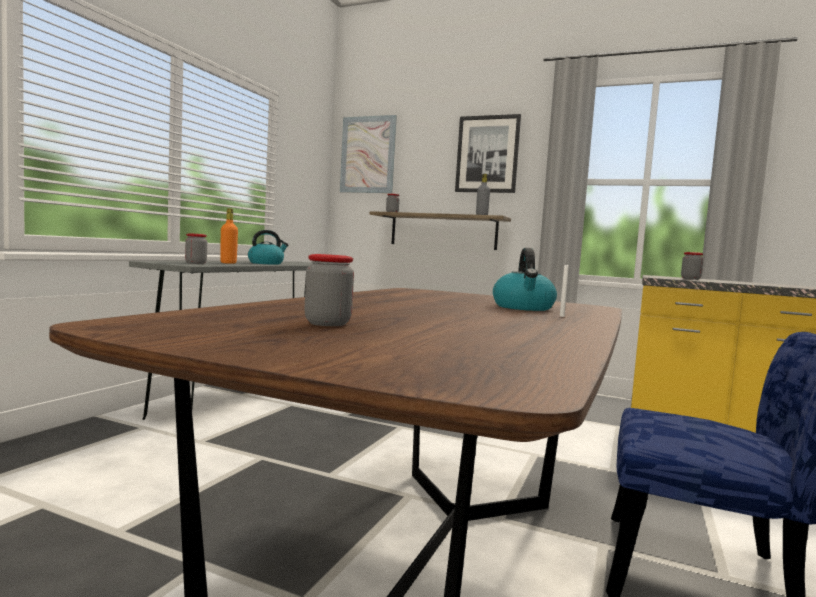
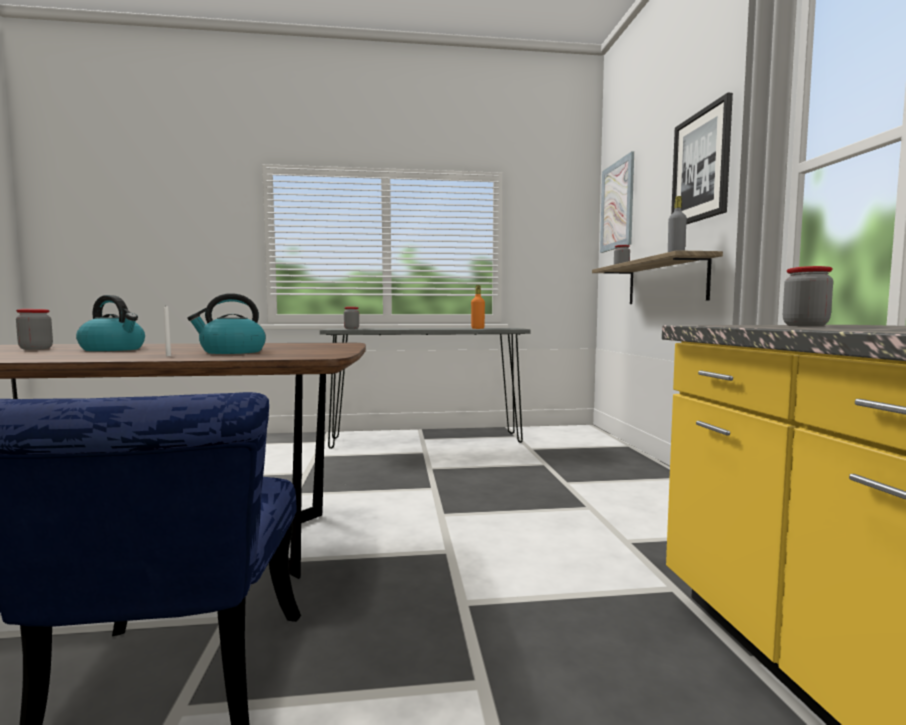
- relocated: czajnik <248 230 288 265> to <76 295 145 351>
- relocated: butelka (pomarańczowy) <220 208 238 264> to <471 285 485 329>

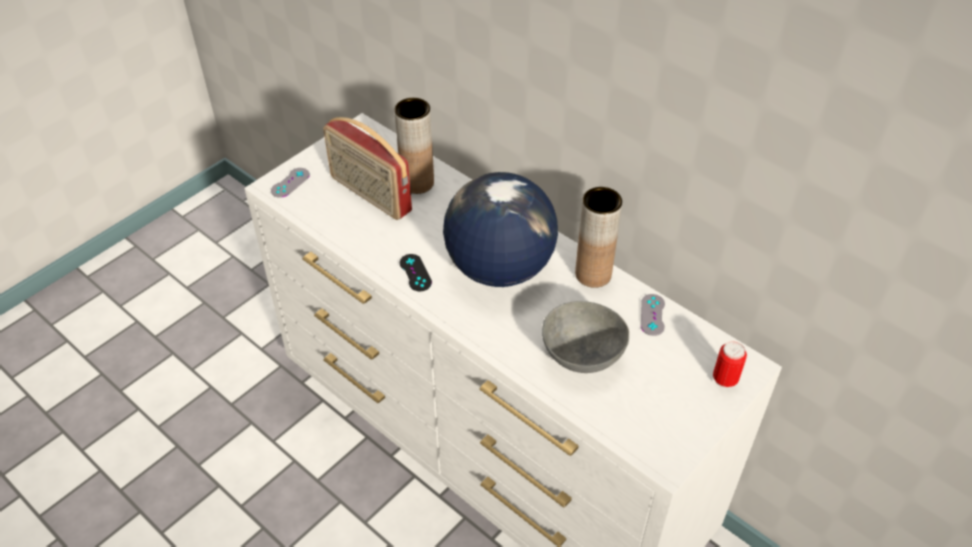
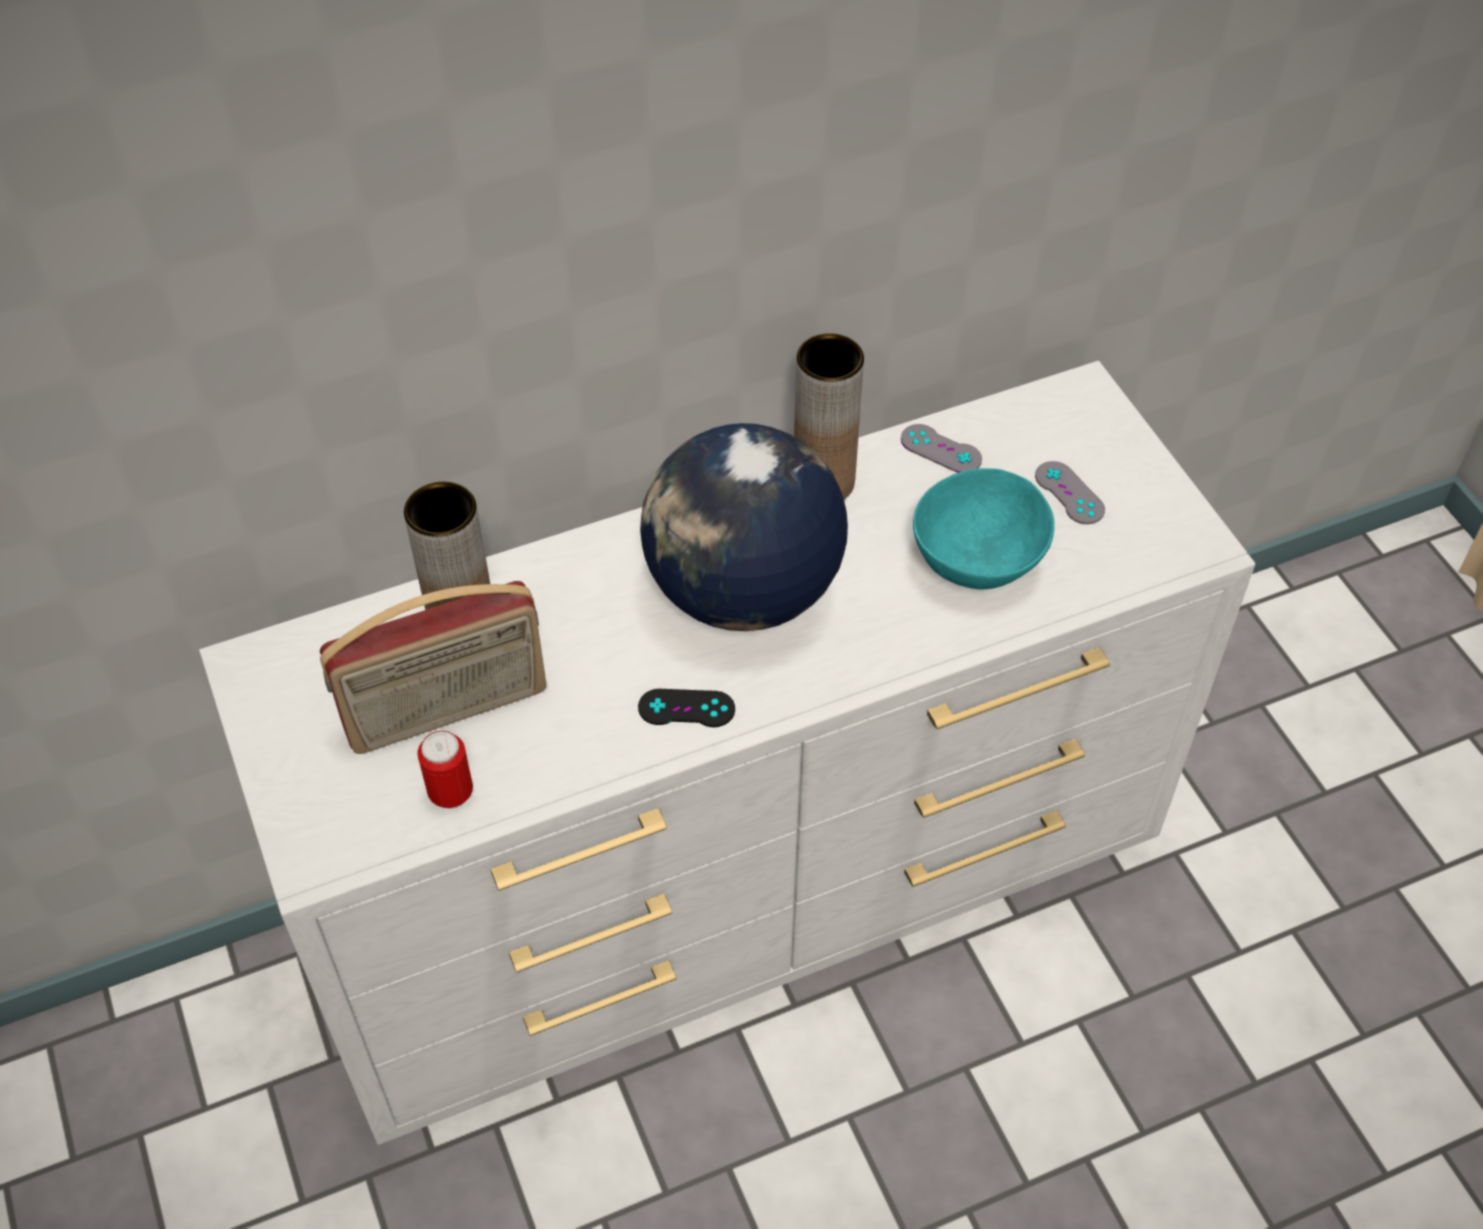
- relocated: puszka <713 341 747 388> to <417 731 473 809>
- colour: miska (szary) <542 301 629 373> to miska (turkusowy) <913 468 1055 589>
- relocated: pad do gier (szary) <271 168 310 198> to <1035 461 1105 524>

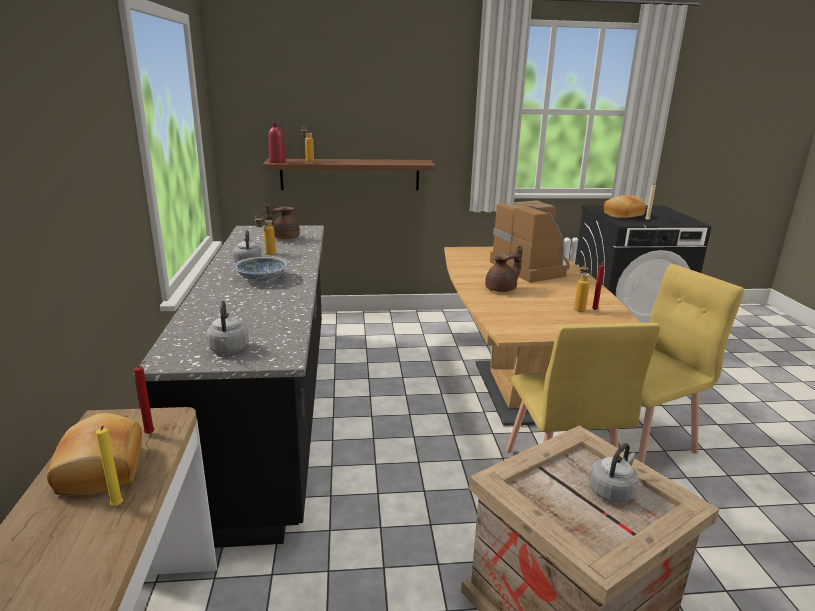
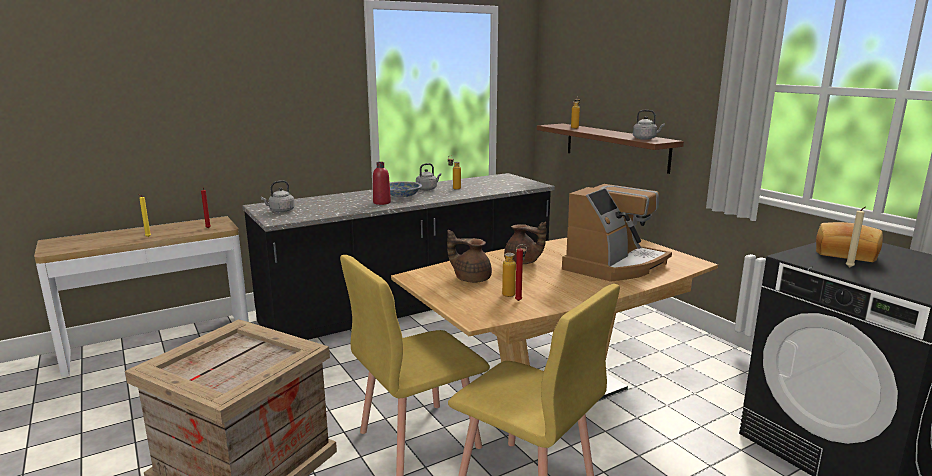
- relocated: butelka (czerwony) <268 122 286 163> to <373 162 391 205>
- relocated: imbryk (brązowy) <265 204 300 240> to <447 230 492 283>
- relocated: czajnik (szary) <589 443 639 503> to <633 110 665 140>
- missing: chleb <47 413 142 497>

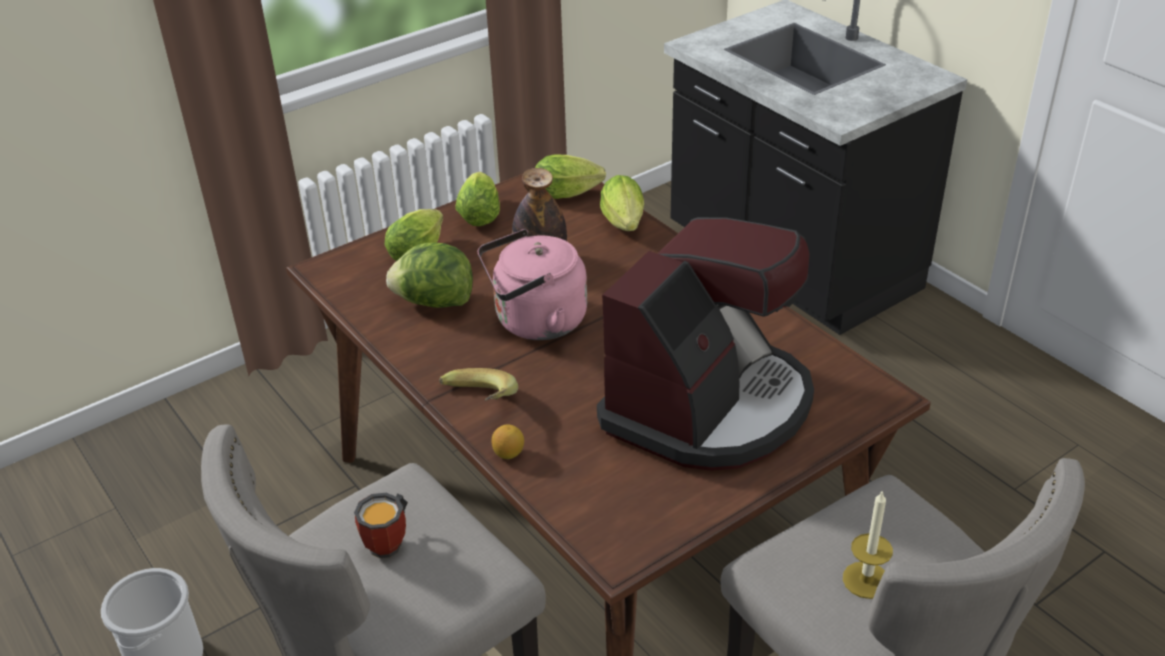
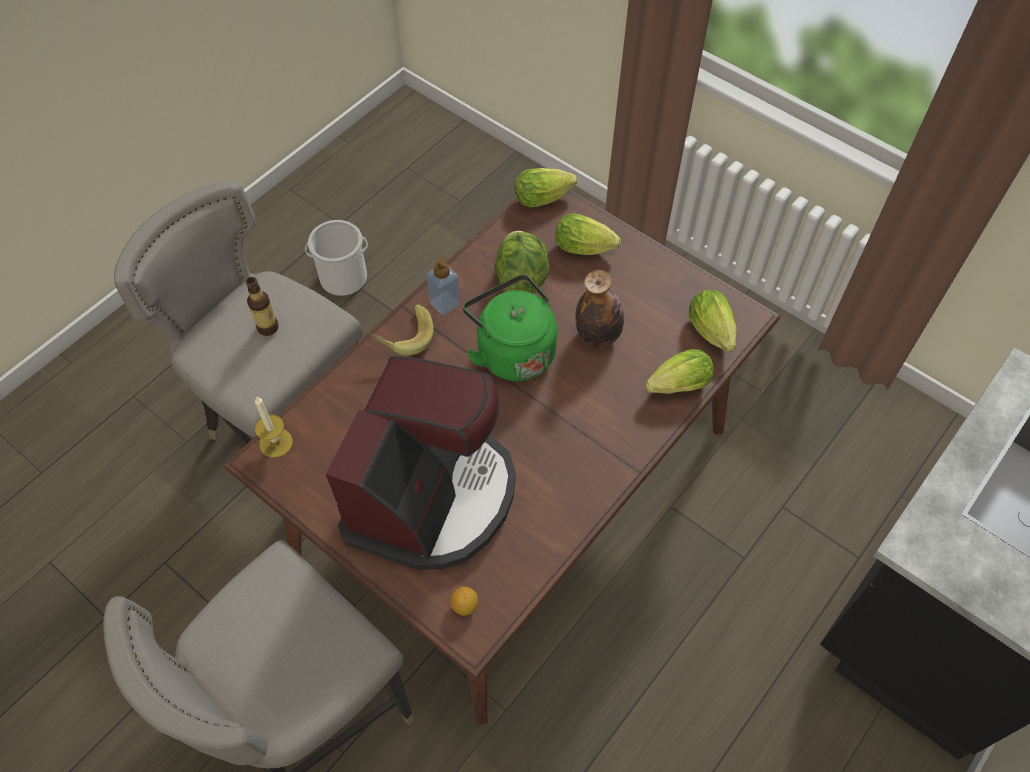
- exchanged: kubek <354 493 408 558> to butelka <246 277 279 336>
- relocated: świeca <843 490 893 599> to <255 396 293 458>
- spun: ekspres do kawy <597 217 814 471> = <326 356 516 570> 90 degrees counterclockwise
- appeared: dozownik mydła <426 258 460 315>
- relocated: cytryna <491 424 524 459> to <450 587 478 616>
- colour: czajnik (różowy) <478 229 587 340> to czajnik (zielony) <463 275 557 381>
- relocated: sałata <455 172 500 226> to <515 168 577 208>

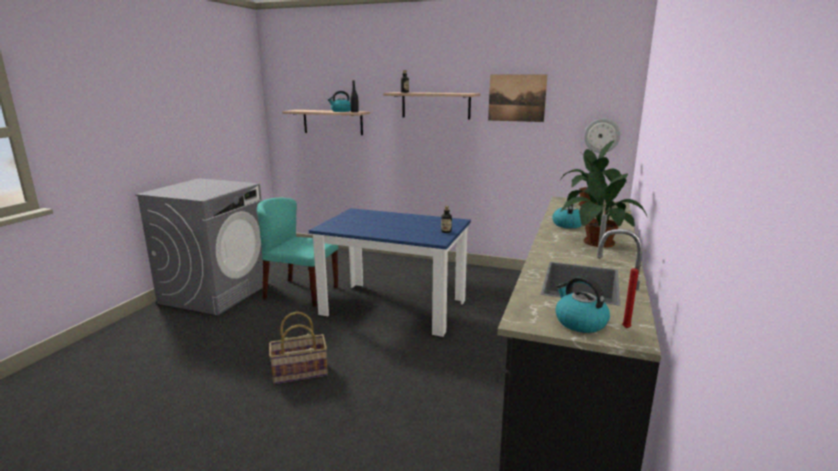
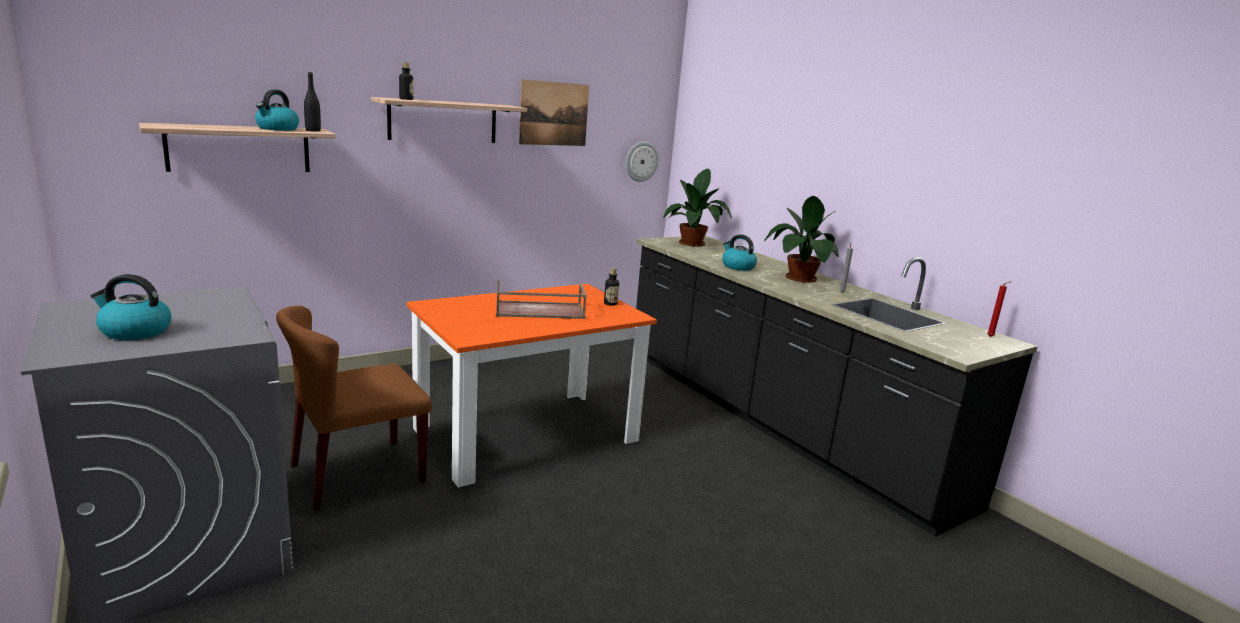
- relocated: czajnik <555 276 610 333> to <91 274 171 340>
- colour: krzesło (turkusowy) <257 197 338 307> to krzesło (brązowy) <276 306 432 512>
- colour: stół jadalny (niebieski) <309 208 471 337> to stół jadalny (pomarańczowy) <406 284 657 488>
- appeared: taca (brązowy) <496 280 587 319>
- missing: koszyk <269 311 328 384>

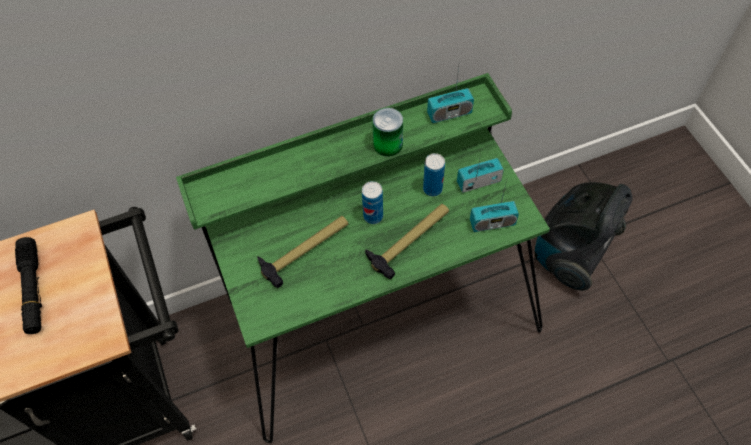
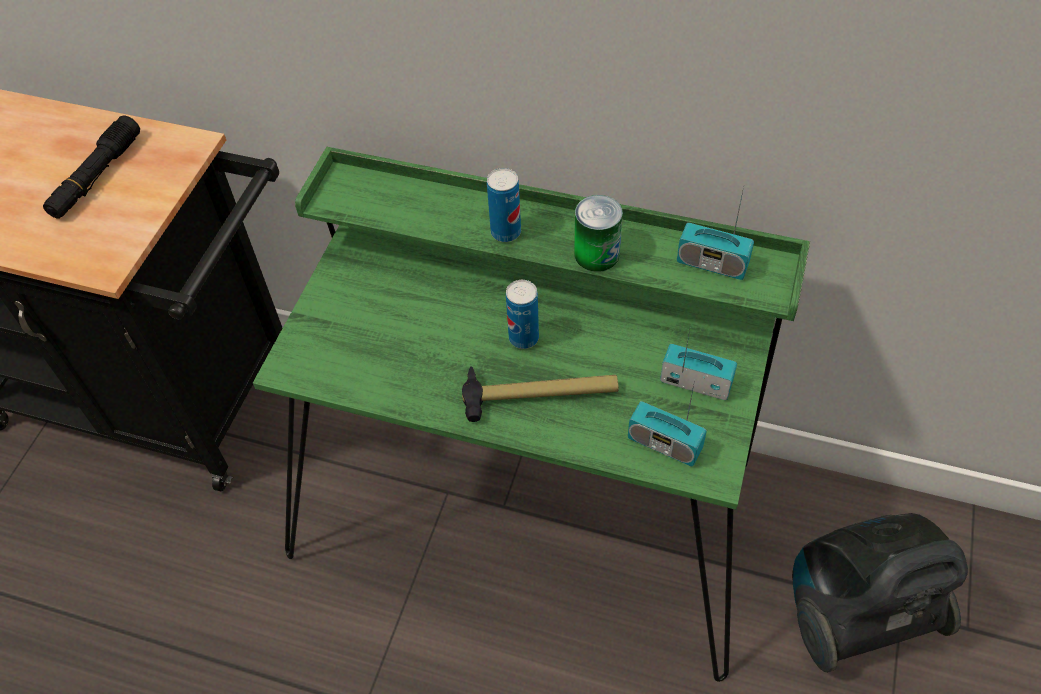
- relocated: puszka <423 153 445 196> to <487 168 521 242>
- missing: młotek <257 216 348 288>

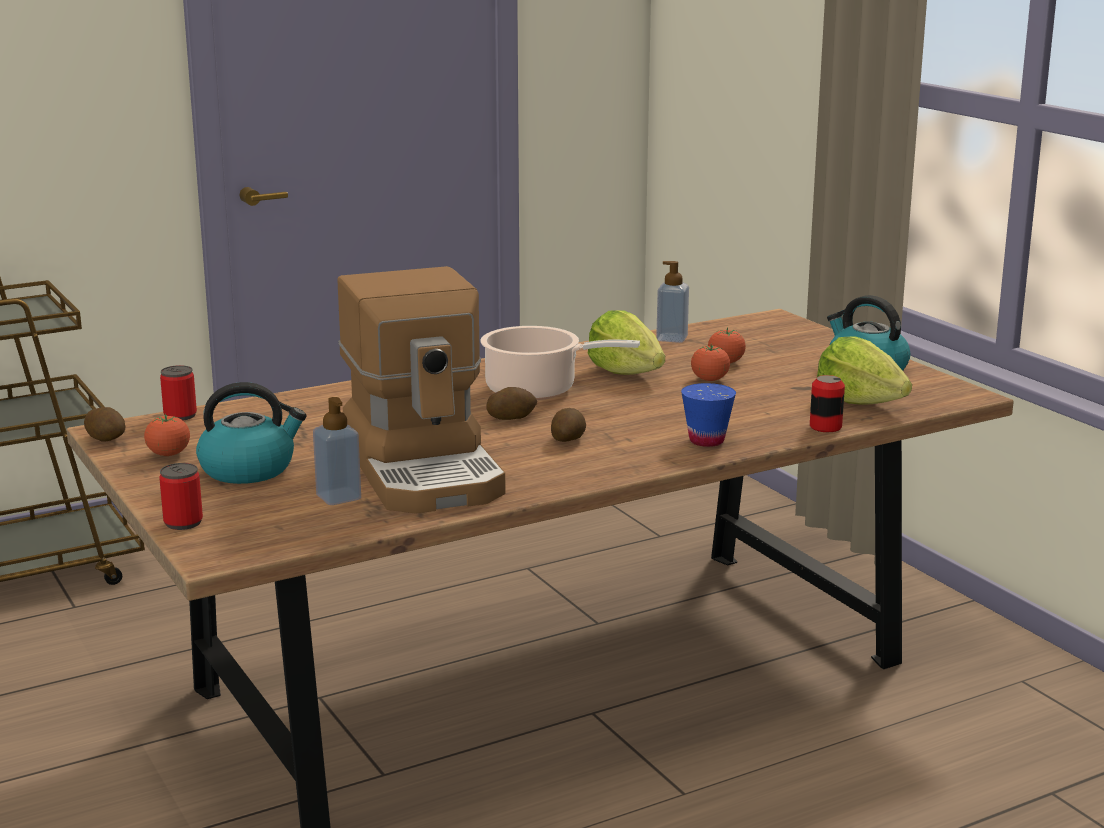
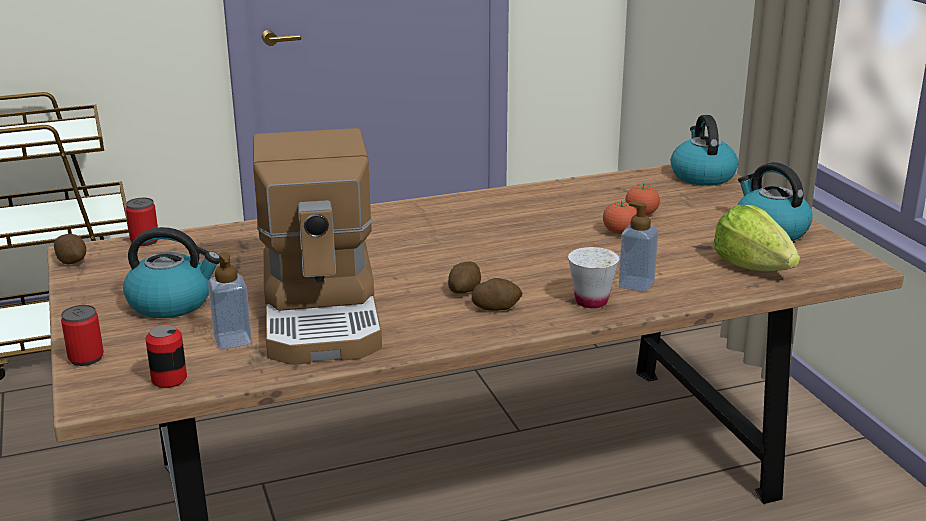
- relocated: puszka <810 375 845 432> to <145 325 187 388>
- relocated: ziemniak <487 387 537 420> to <472 278 522 311>
- colour: filiżanka (niebieski) <681 383 736 447> to filiżanka (biały) <568 247 620 308>
- relocated: dozownik mydła <656 261 689 343> to <619 202 658 292>
- appeared: czajnik <671 115 738 186>
- missing: pomidor <144 414 190 456>
- missing: garnek <480 326 640 400>
- missing: sałata <588 310 665 375>

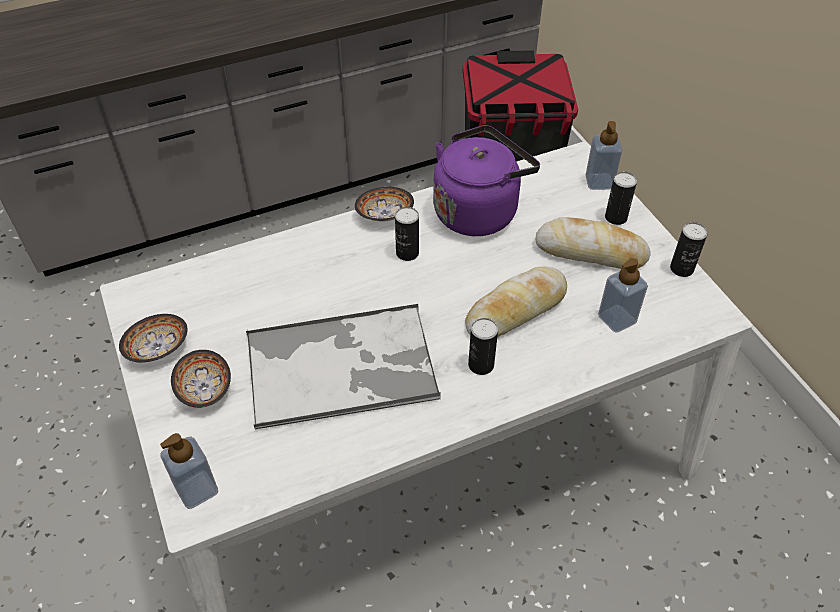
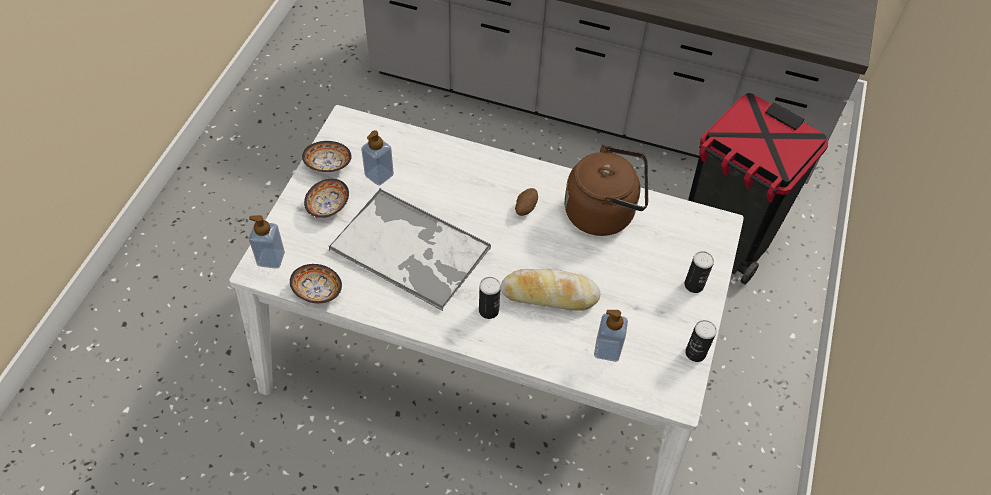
- relocated: miska <355 187 414 222> to <290 264 342 303>
- relocated: dozownik mydła <586 121 622 190> to <361 130 394 186>
- exchanged: puszka <395 207 419 261> to ziemniak <515 188 538 216>
- colour: czajnik (fioletowy) <433 125 540 236> to czajnik (brązowy) <564 145 648 236>
- missing: chleb <536 217 651 269>

